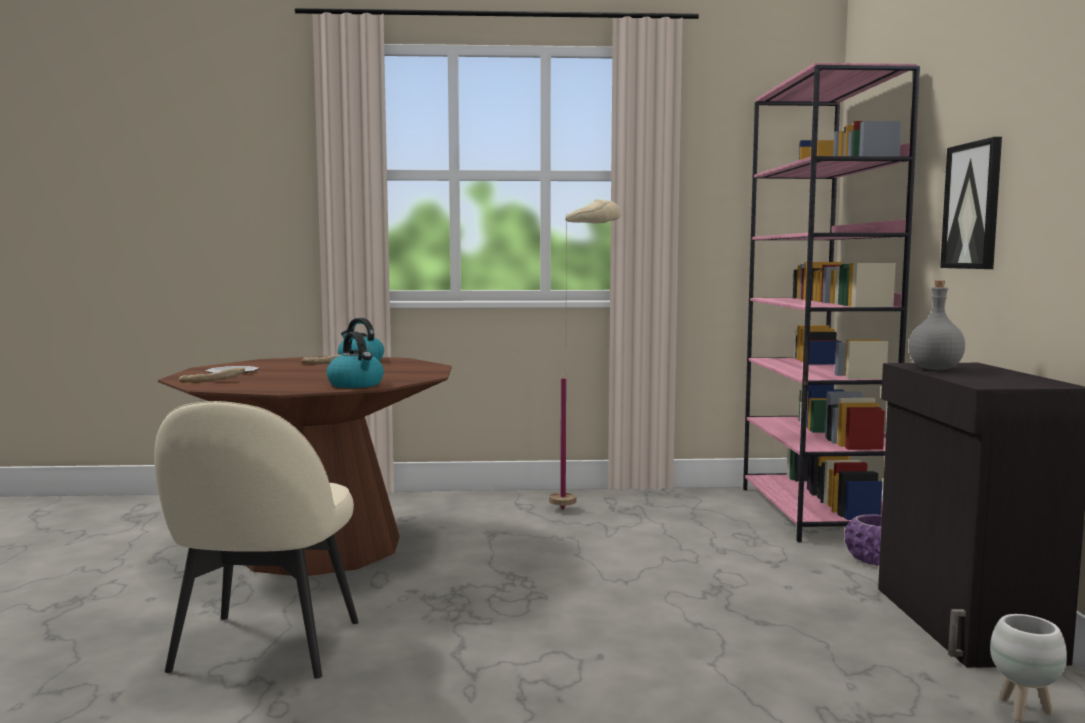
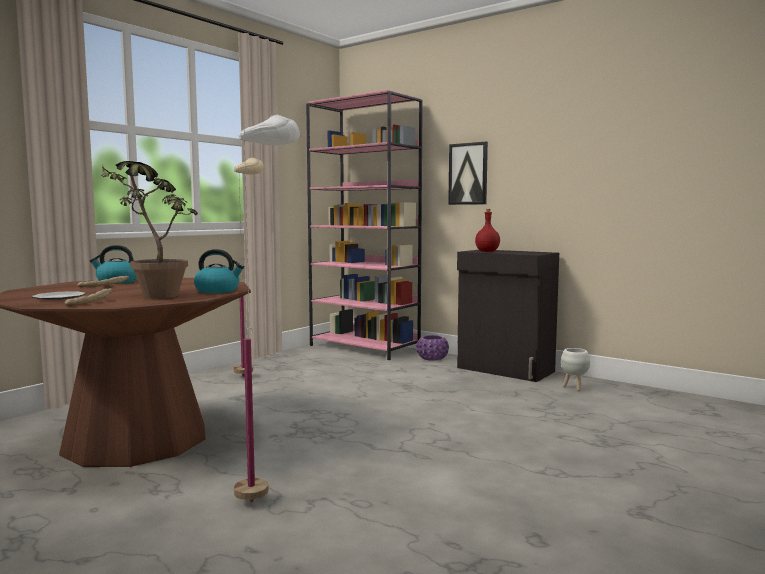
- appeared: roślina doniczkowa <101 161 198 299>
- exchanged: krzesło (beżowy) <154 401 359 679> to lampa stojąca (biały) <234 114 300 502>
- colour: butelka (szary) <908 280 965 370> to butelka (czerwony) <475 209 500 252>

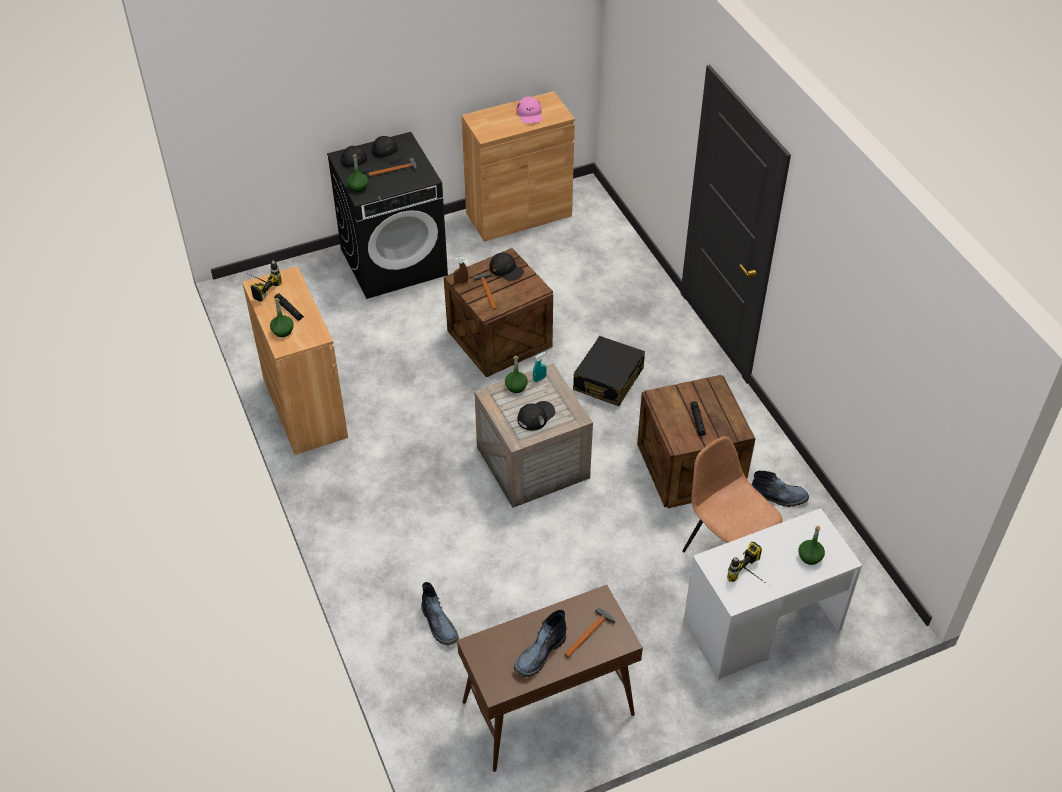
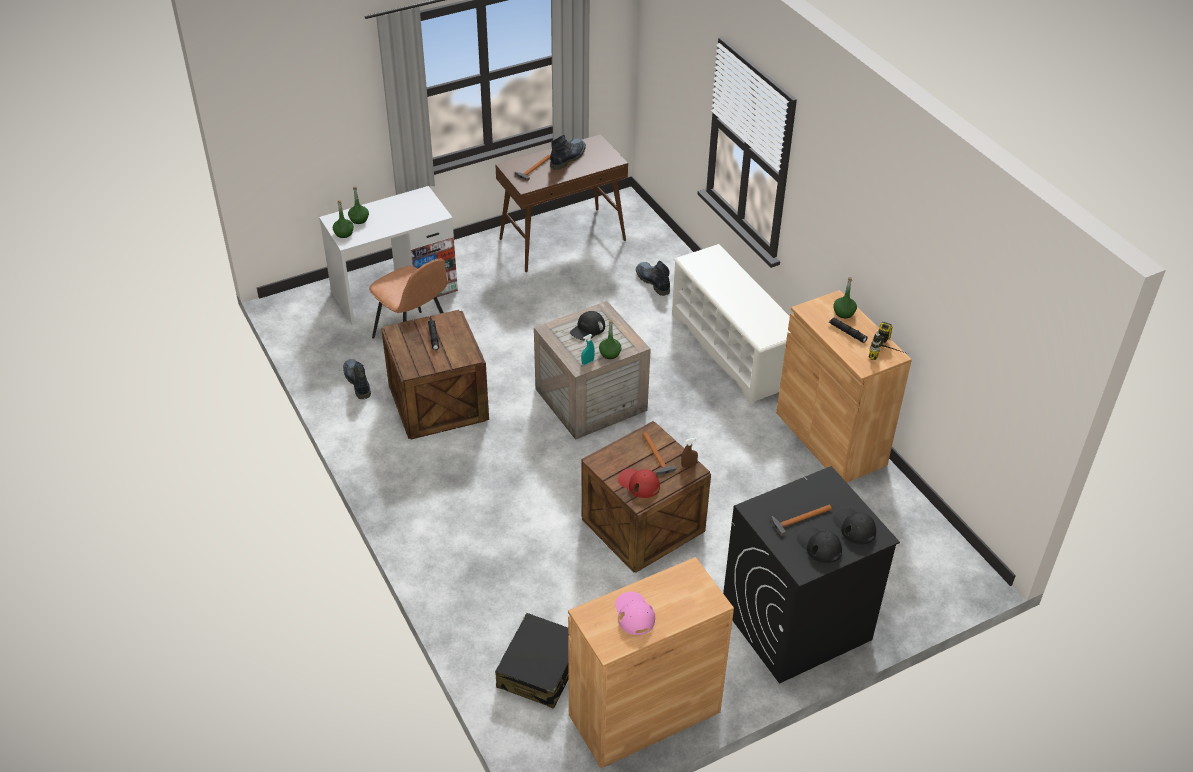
- relocated: butelka (zielony) <347 154 368 192> to <333 200 354 238>
- spun: but z cholewką <752 471 809 507> = <343 359 371 399> 60 degrees clockwise
- relocated: walizka (czarny) <573 336 645 406> to <495 613 569 708>
- colour: czapka z daszkiem (czarny) <489 253 524 281> to czapka z daszkiem (czerwony) <618 469 660 498>
- appeared: regał na buty (biały) <672 244 790 405>
- missing: wiertarka <727 541 767 584>

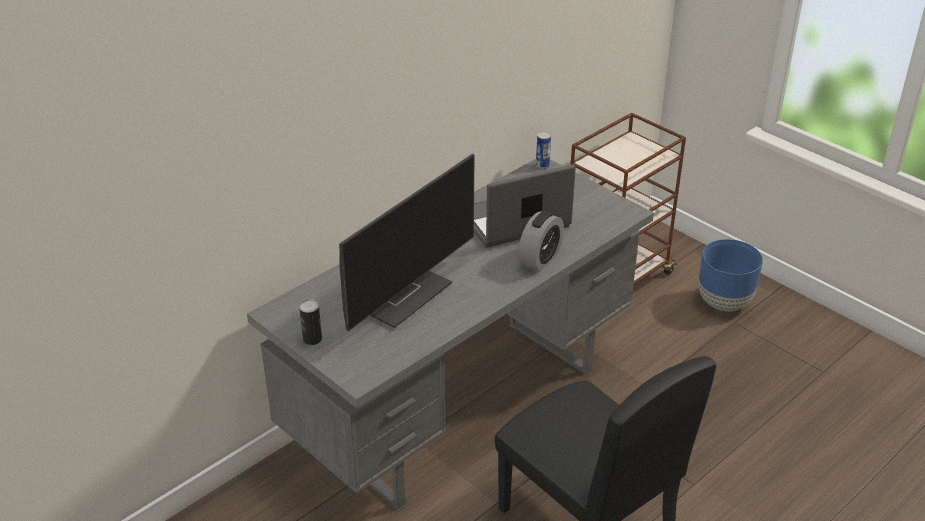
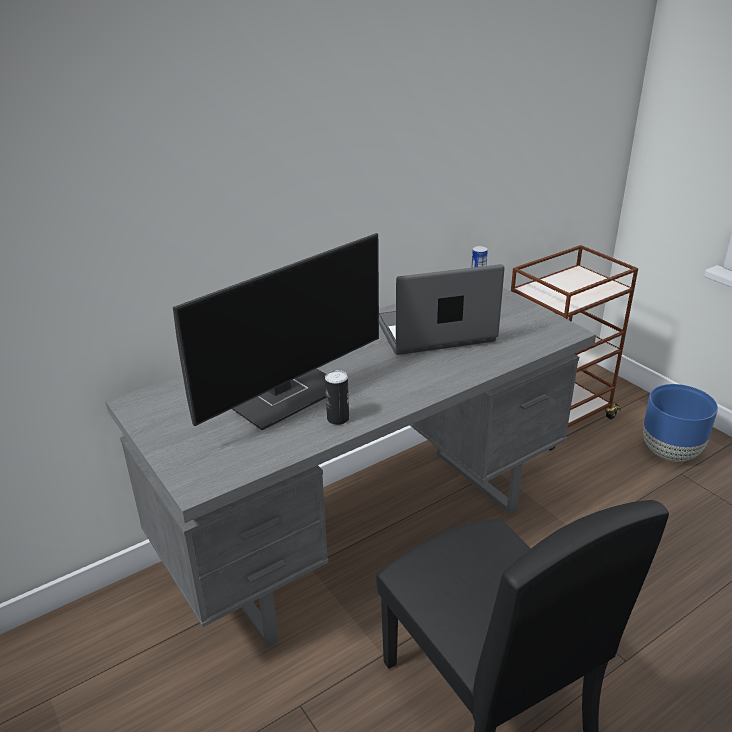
- relocated: puszka <299 300 322 345> to <325 370 349 425>
- missing: budzik <518 211 564 272>

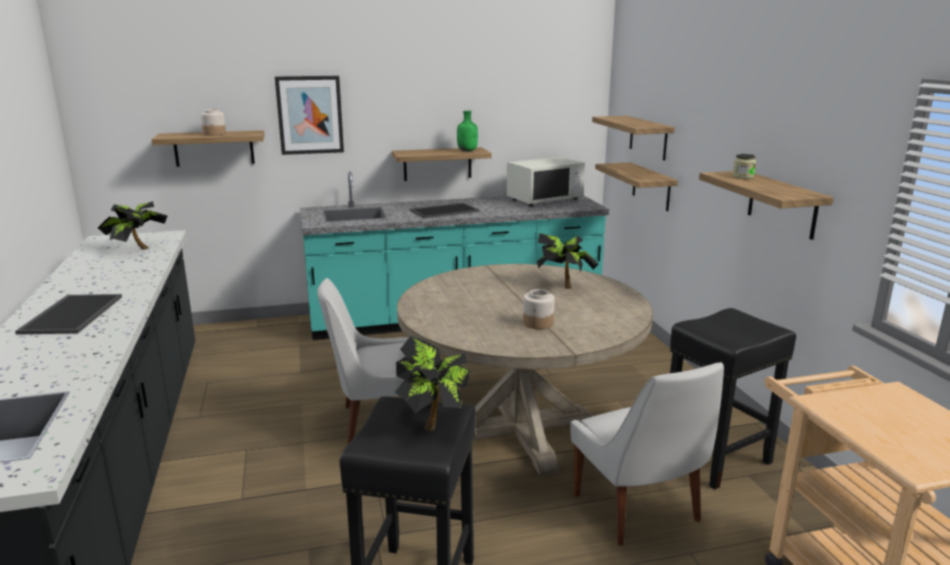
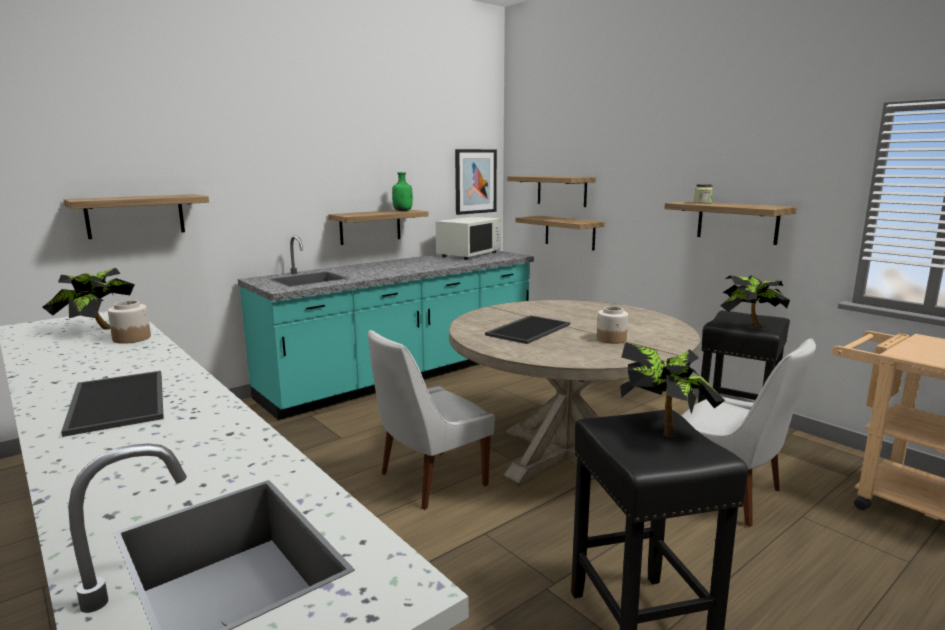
- relocated: słoik <201 109 226 136> to <108 301 151 344>
- relocated: obraz <275 76 344 155> to <455 149 497 215>
- relocated: taca <410 202 479 218> to <485 315 570 344>
- relocated: roślina doniczkowa <537 233 599 289> to <720 275 790 329>

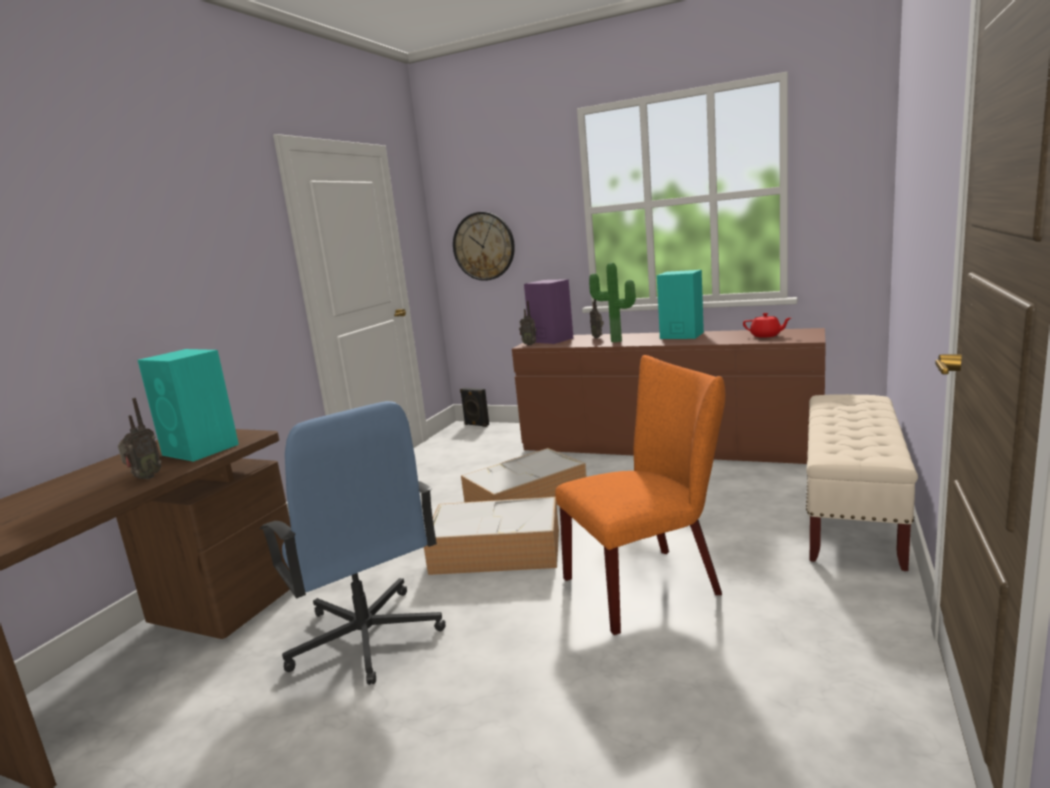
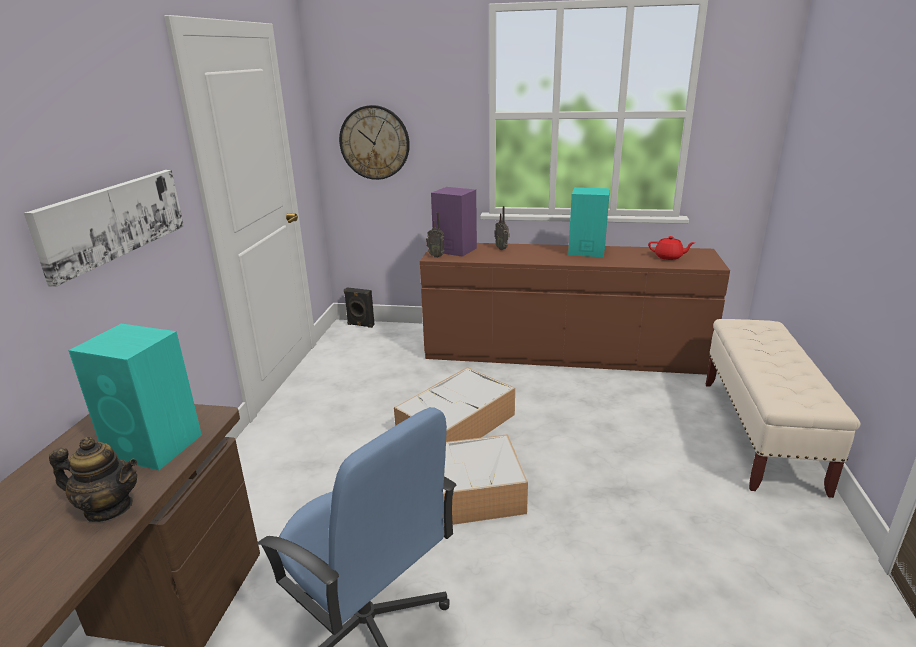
- appeared: obraz <24 170 184 287>
- exchanged: radio <118 398 162 479> to imbryk <49 437 138 522>
- missing: krzesło (pomarańczowy) <555 355 725 635>
- missing: roślina doniczkowa <589 263 636 342>

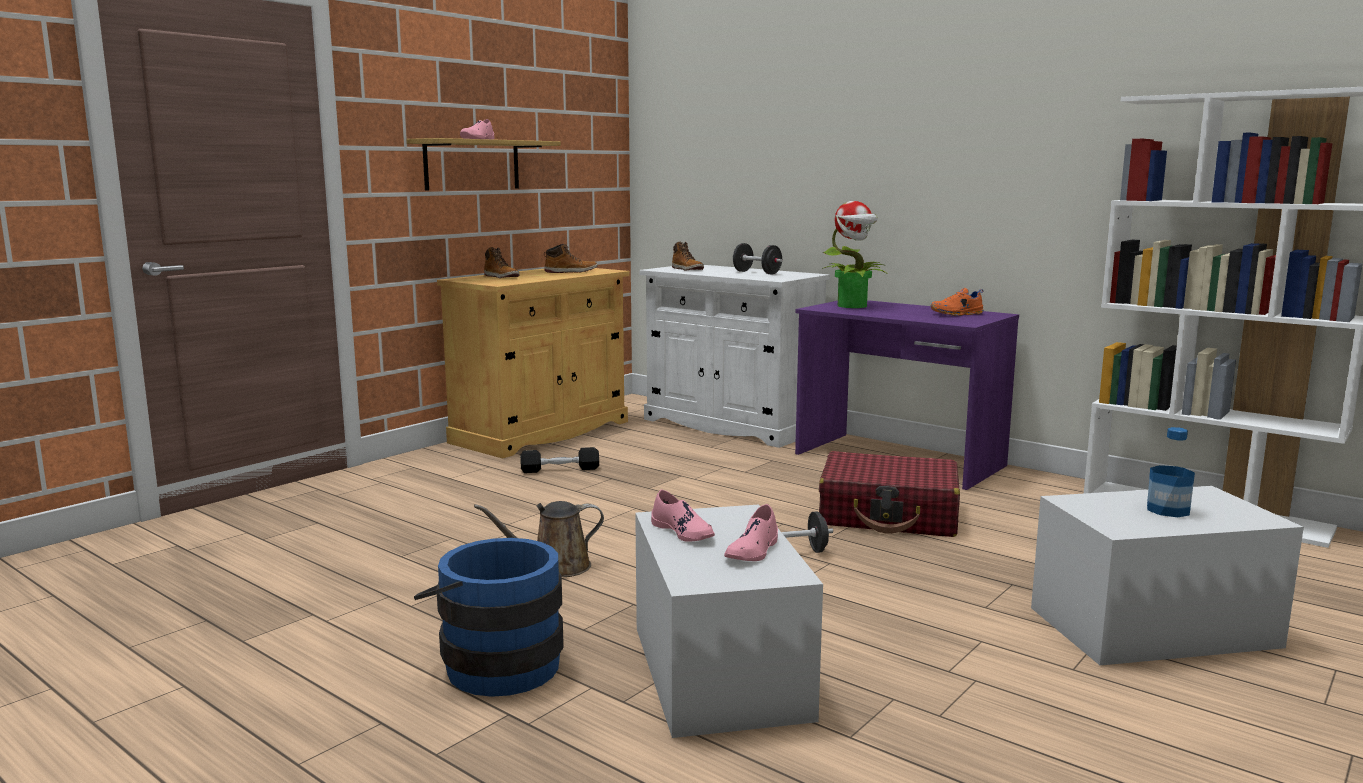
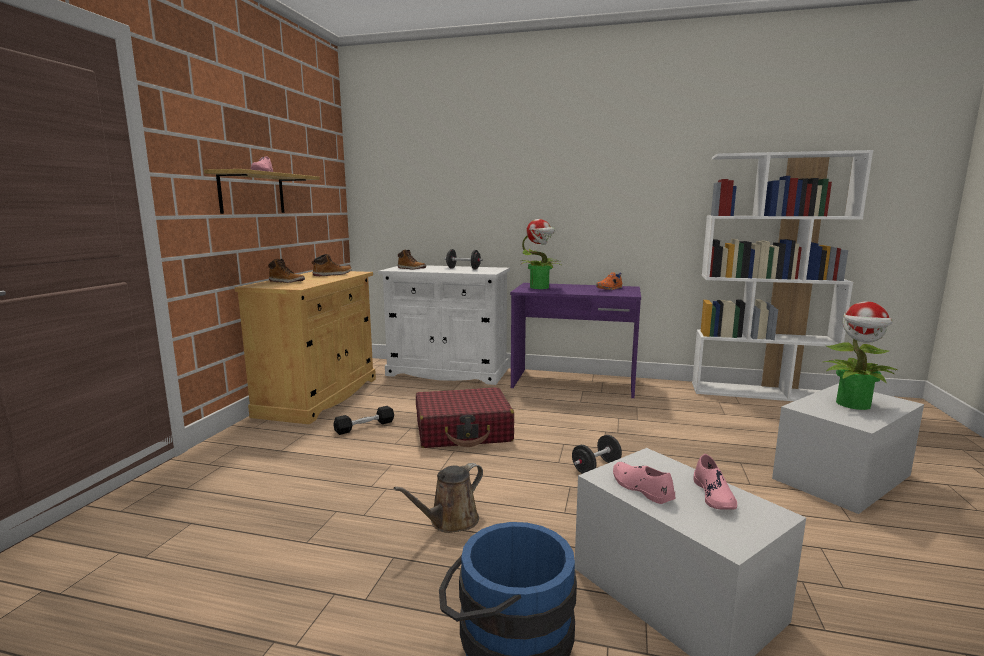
- relocated: walizka (czerwony) <819 451 960 537> to <416 387 514 448>
- spun: but (różowy) <651 490 715 542> = <613 462 675 504> 150 degrees counterclockwise
- exchanged: butelka <1147 427 1195 517> to roślina doniczkowa <823 301 897 410>

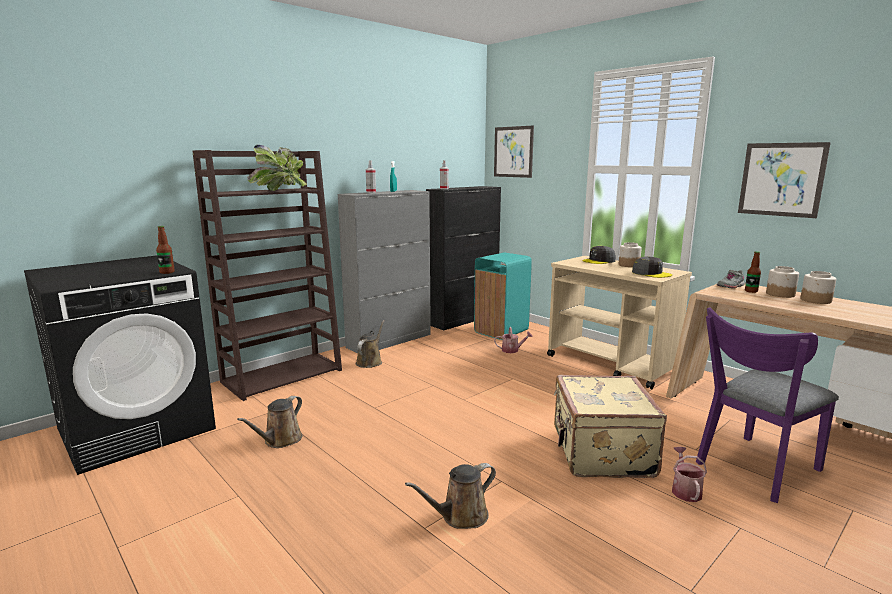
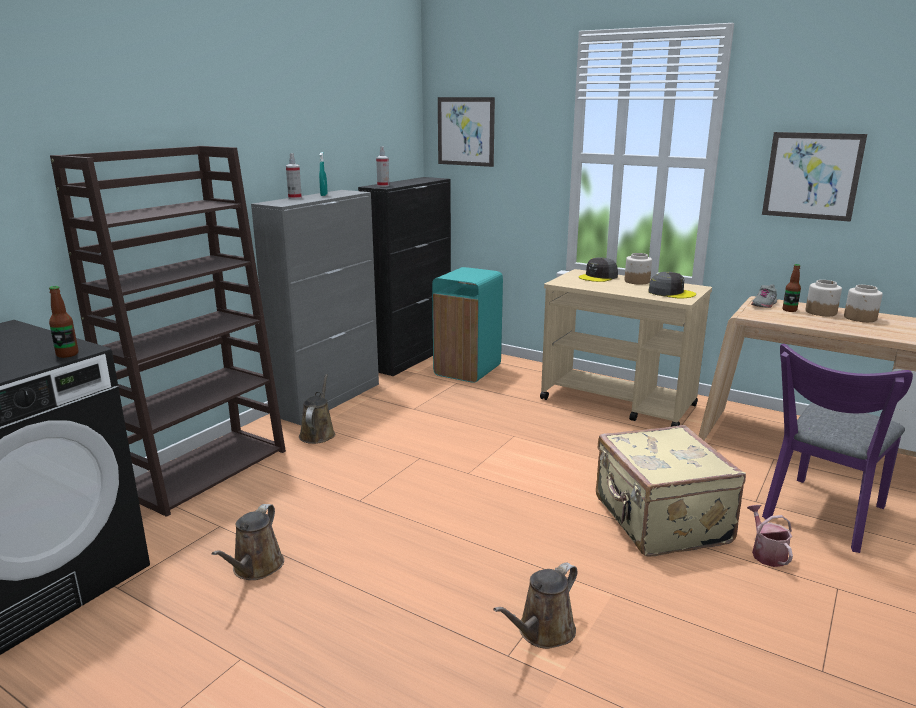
- missing: roślina doniczkowa <247 144 307 191>
- missing: konewka <494 327 533 353>

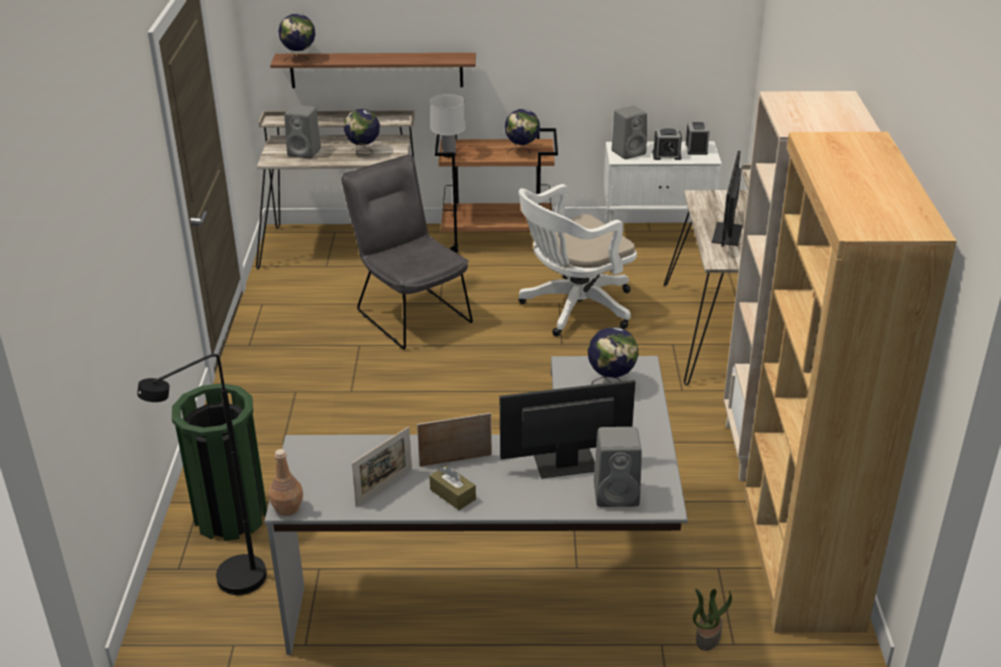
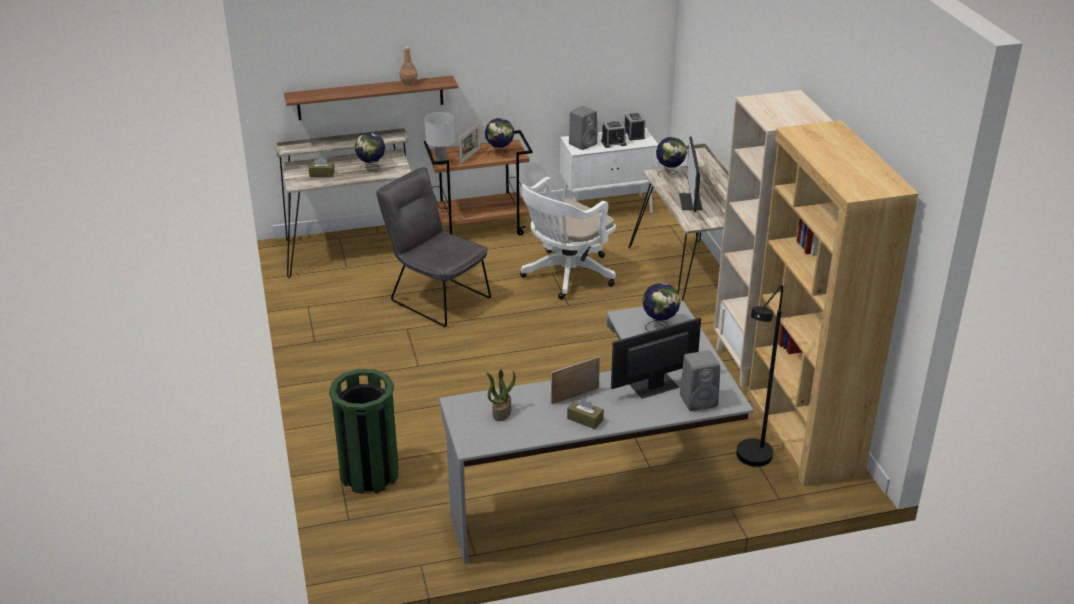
- exchanged: głośnik (szary) <284 105 321 159> to pudełko chusteczek (brązowy) <309 156 335 177>
- relocated: butelka (brązowy) <268 449 303 516> to <399 47 418 86>
- relocated: ramka na zdjęcie <352 427 412 506> to <459 123 480 164>
- relocated: roślina doniczkowa <693 589 732 651> to <487 370 516 421>
- relocated: globus <278 14 315 62> to <656 137 687 177>
- relocated: lampa stojąca (czarny) <137 354 267 595> to <736 285 783 467>

